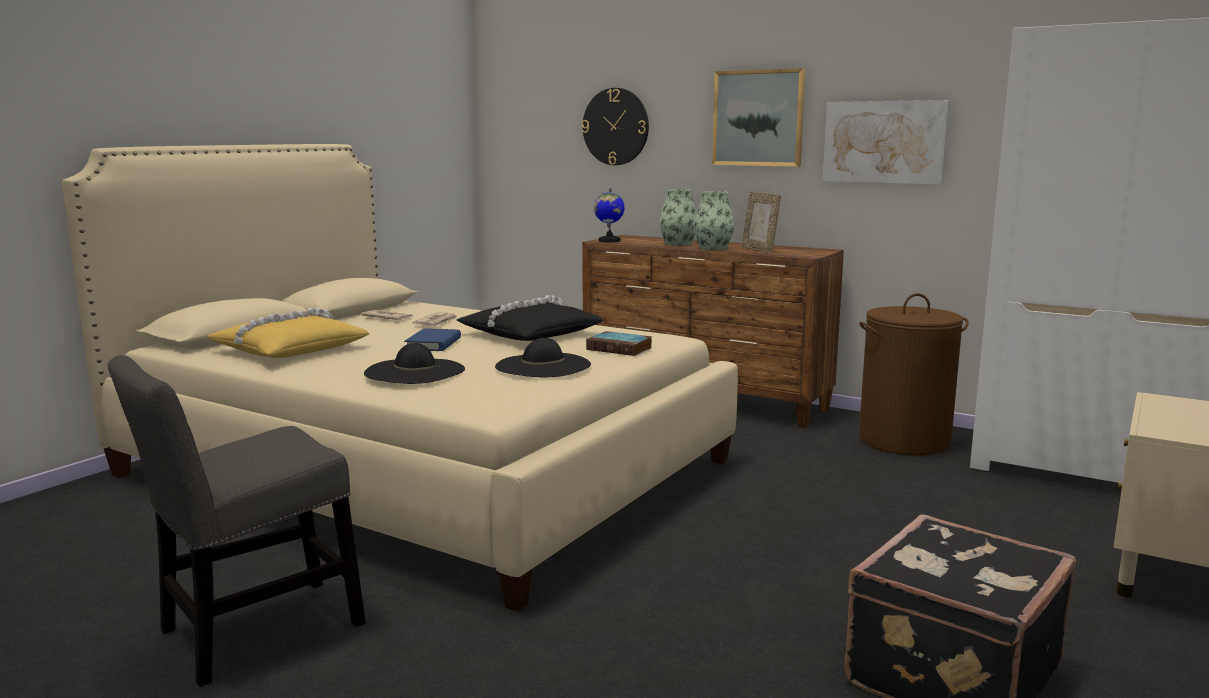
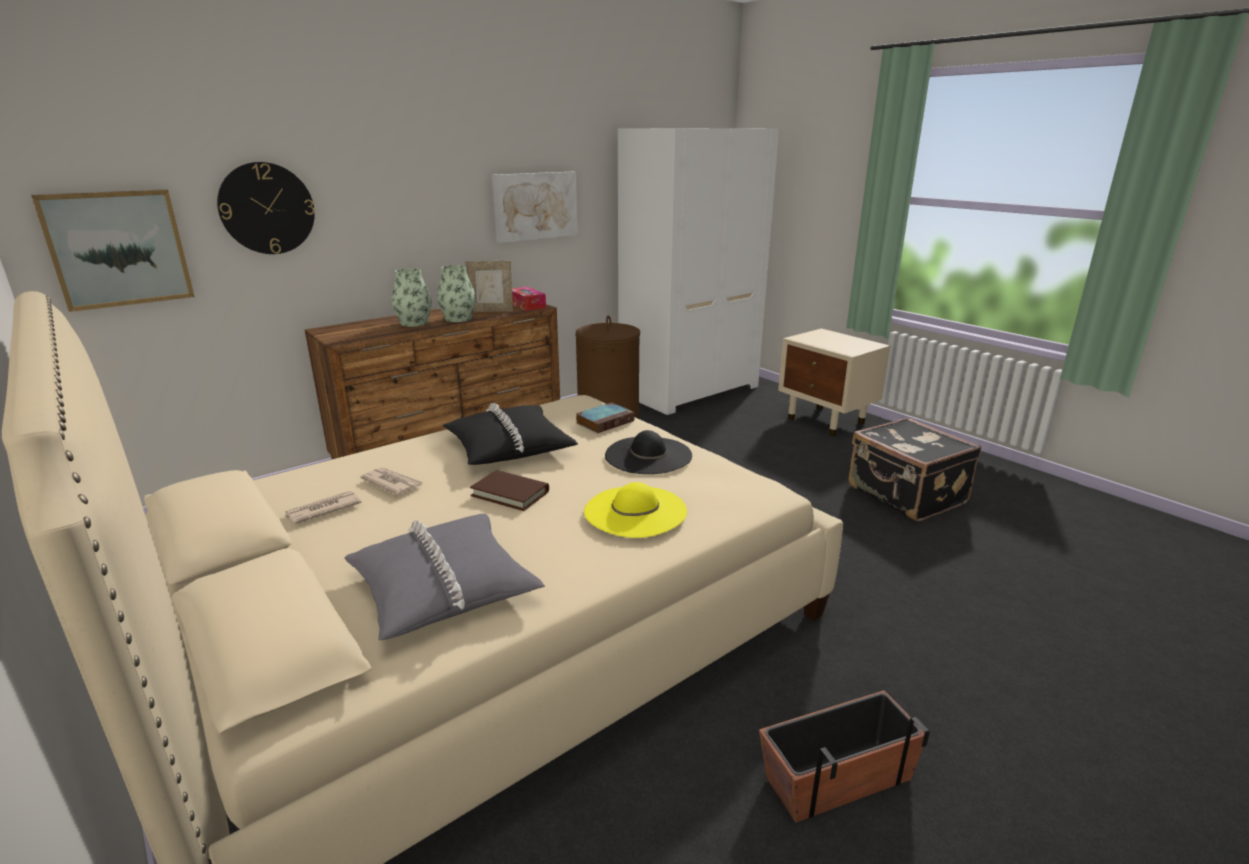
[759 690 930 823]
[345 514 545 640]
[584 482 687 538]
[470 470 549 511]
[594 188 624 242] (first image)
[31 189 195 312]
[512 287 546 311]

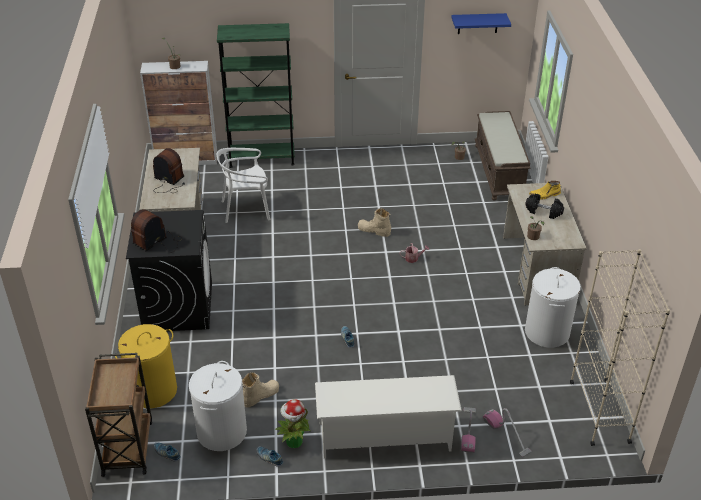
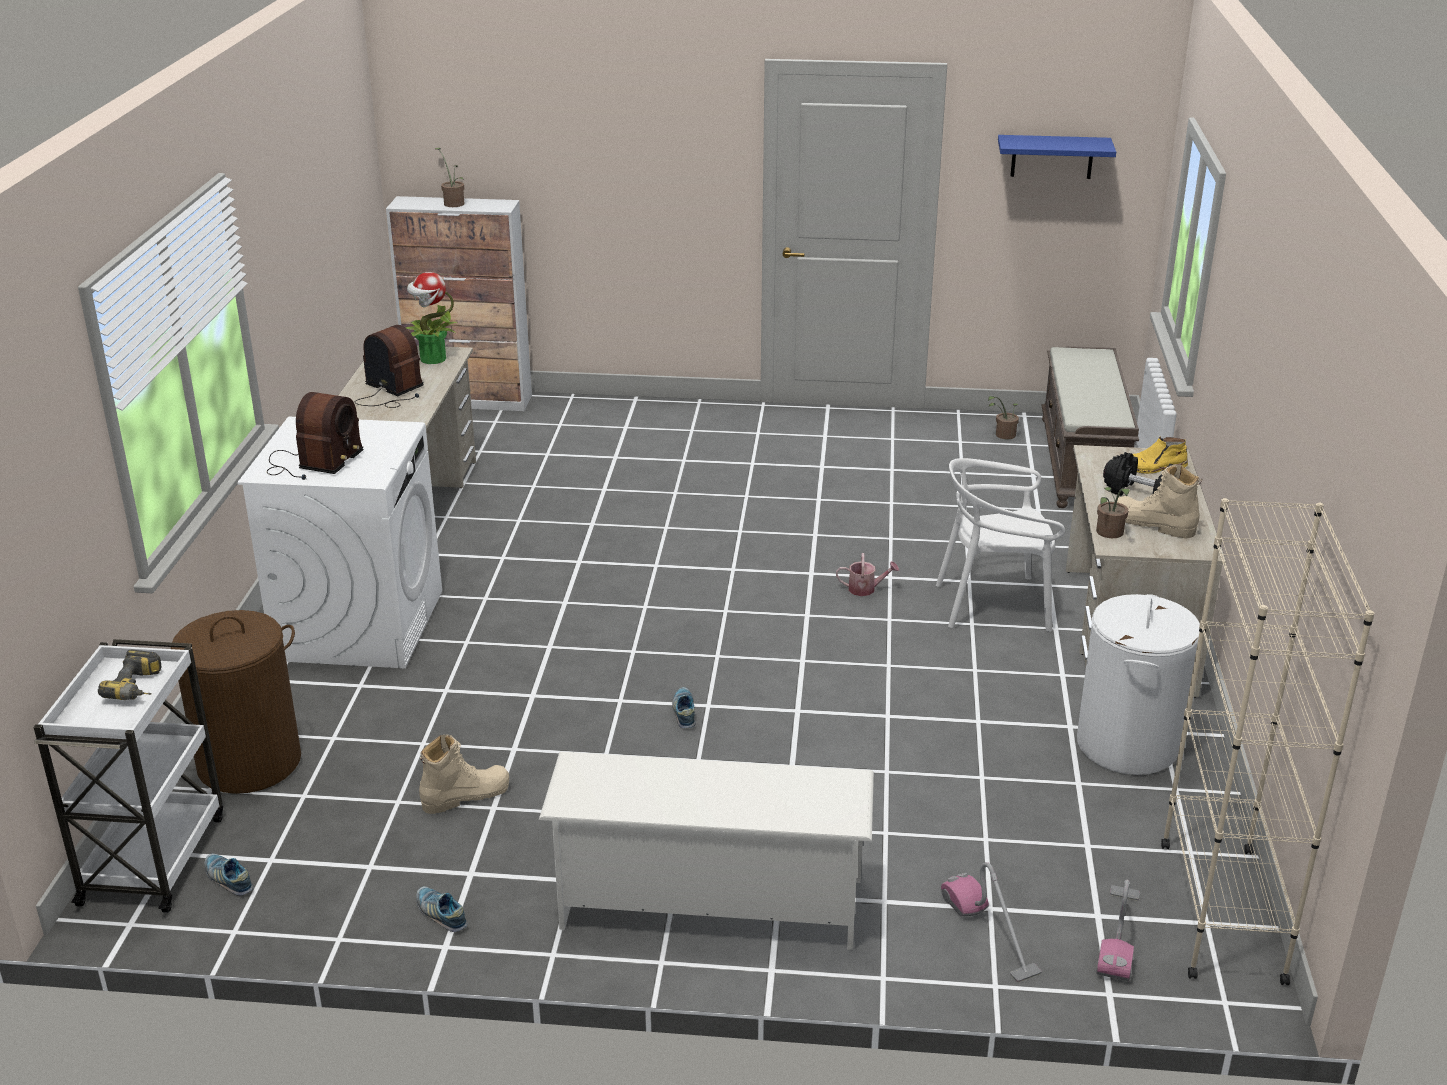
[33 639 223 913]
[171 610 301 794]
[237 416 442 668]
[267 392 364 480]
[189 361 247 451] (first image)
[217 23 295 168] (first image)
[936 458 1065 632]
[405 272 458 364]
[1117 465 1202 539]
[1096 880 1140 981]
[98 650 162 700]

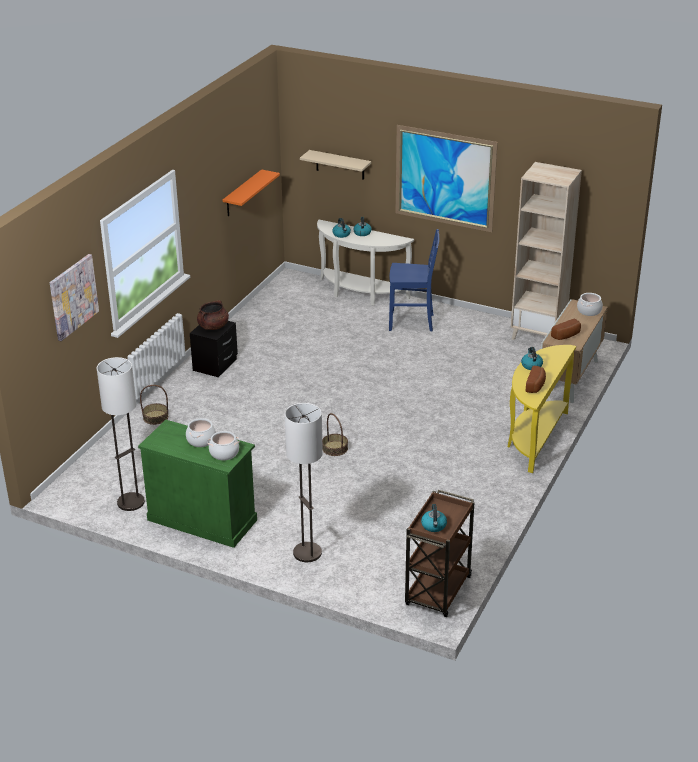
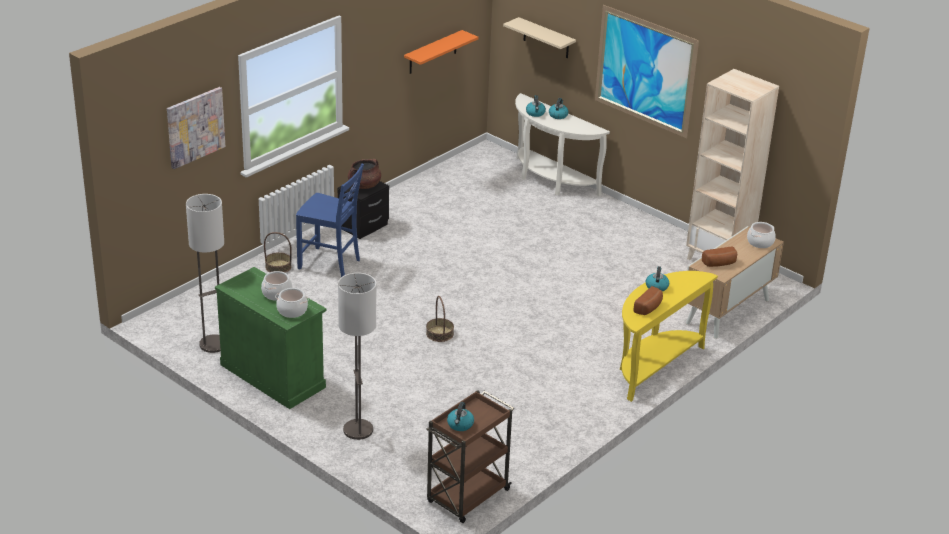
[296 164 364 277]

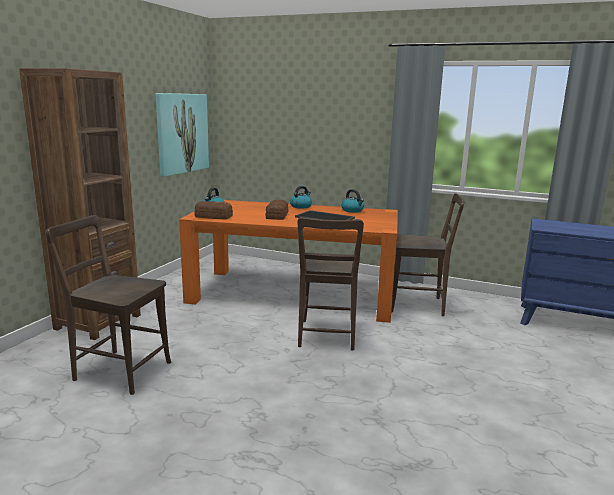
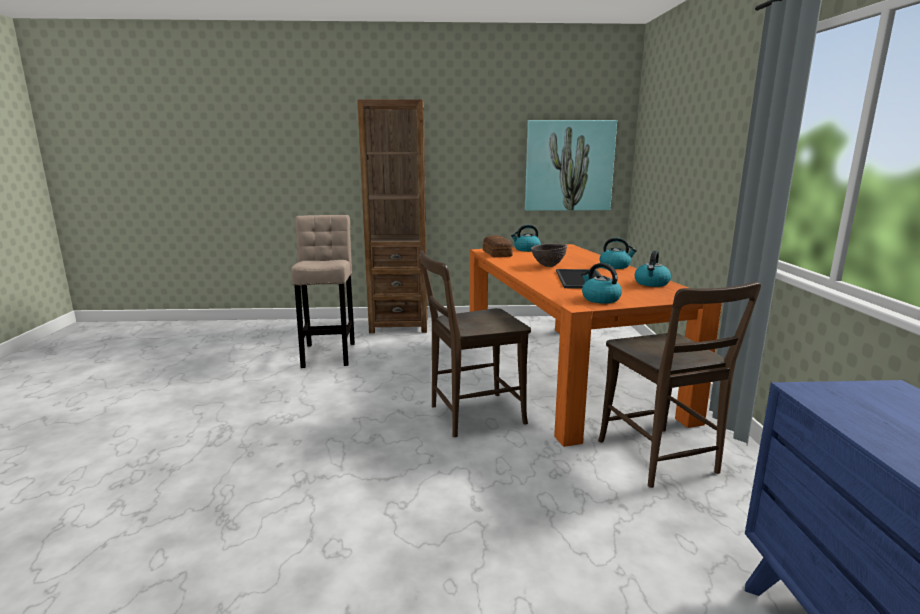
[291 215 355 368]
[531 244 567 267]
[581 263 622 304]

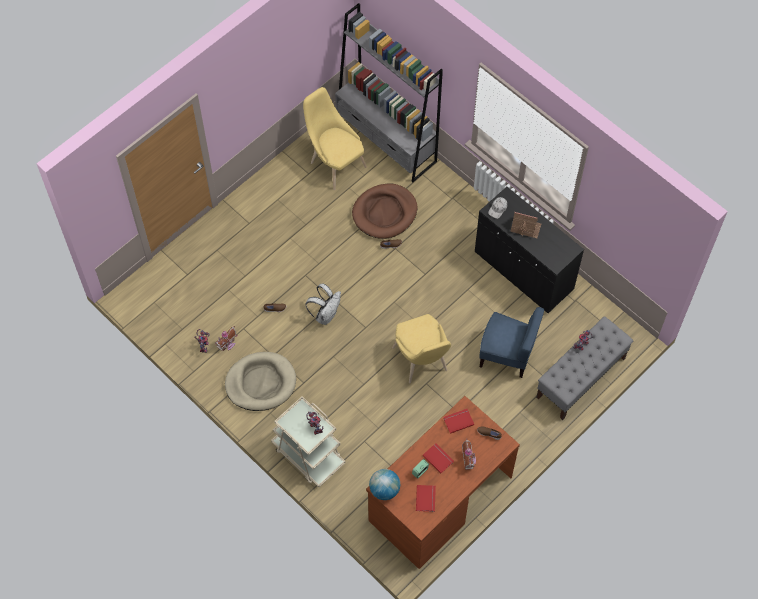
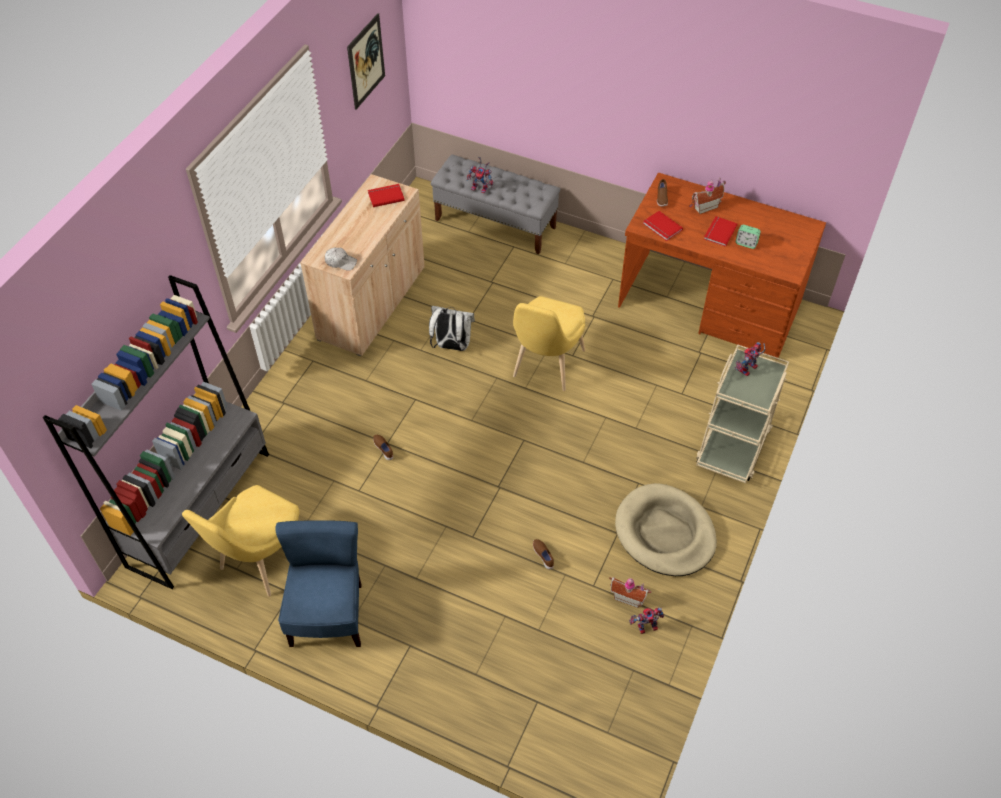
[429 306 475 351]
[352 184 417 239] (first image)
[369 469 400 500] (first image)
[513 296 585 391]
[368 184 405 207]
[300 174 425 356]
[275 520 362 647]
[510 212 541 238] (first image)
[347 13 385 110]

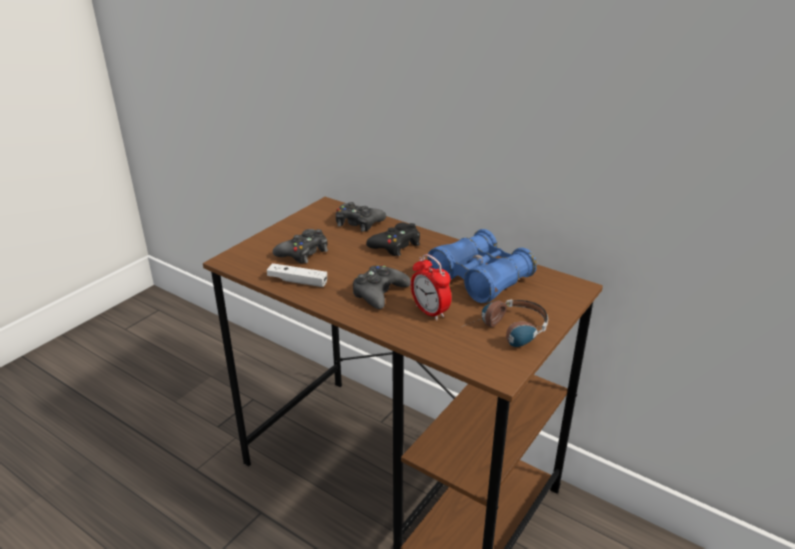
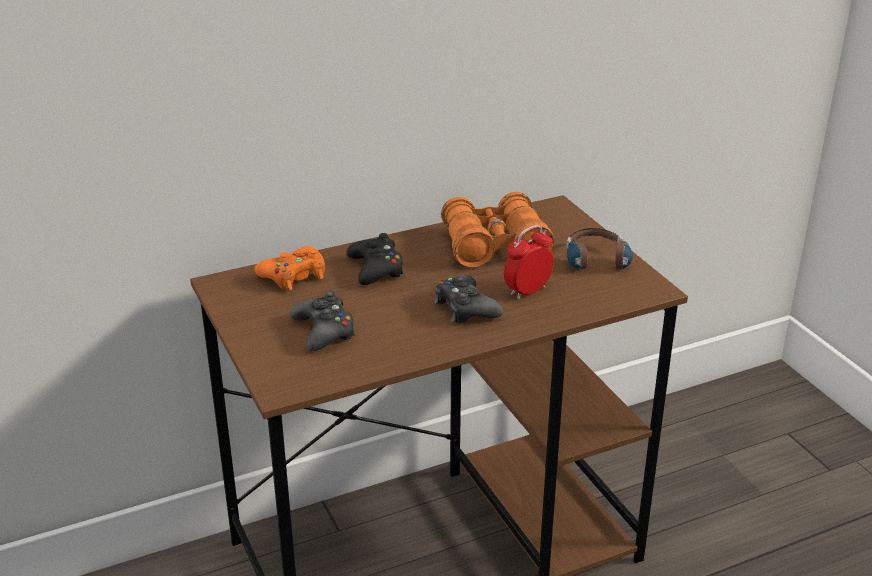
[267 263 327 287] (first image)
[254 246 325 290]
[504 225 554 299]
[441 192 554 268]

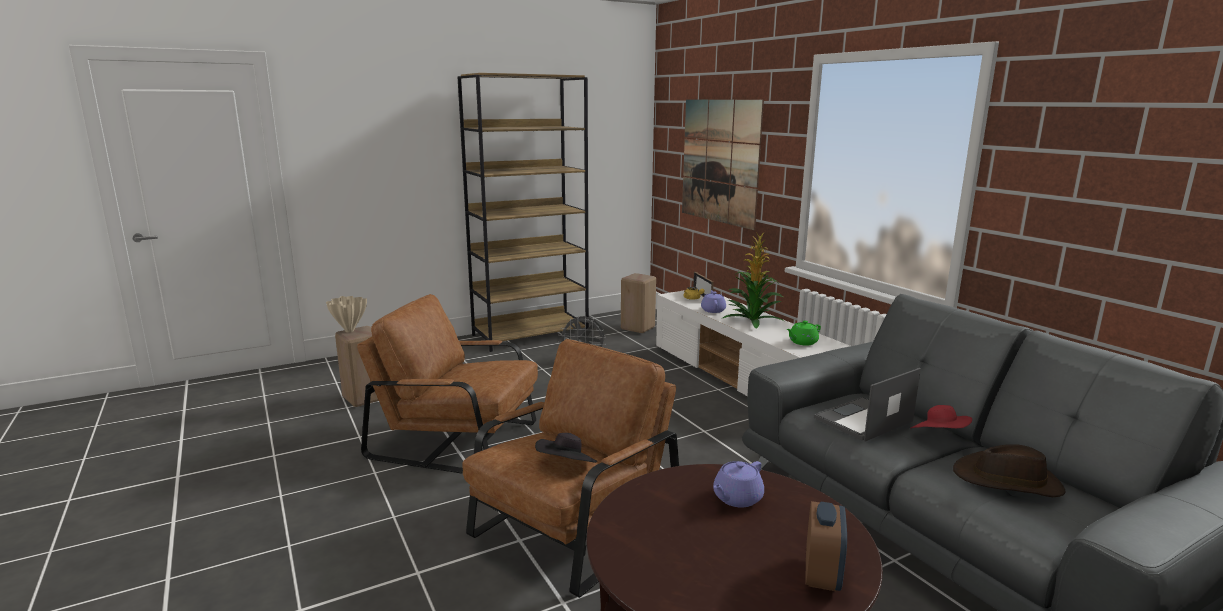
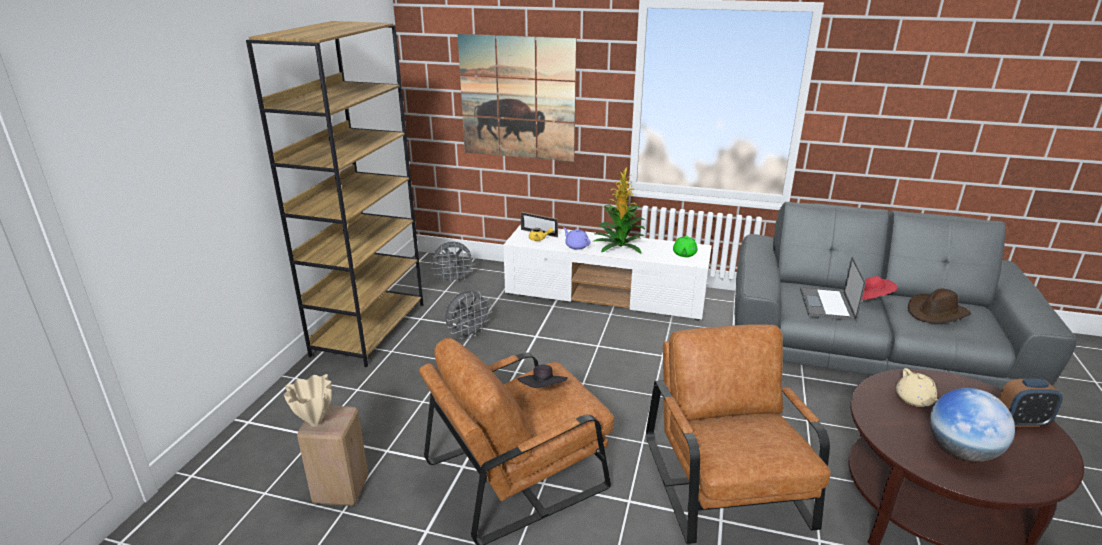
[518 365 568 388]
[430 242 475 282]
[896 368 938 407]
[999 378 1063 427]
[930 388 1015 462]

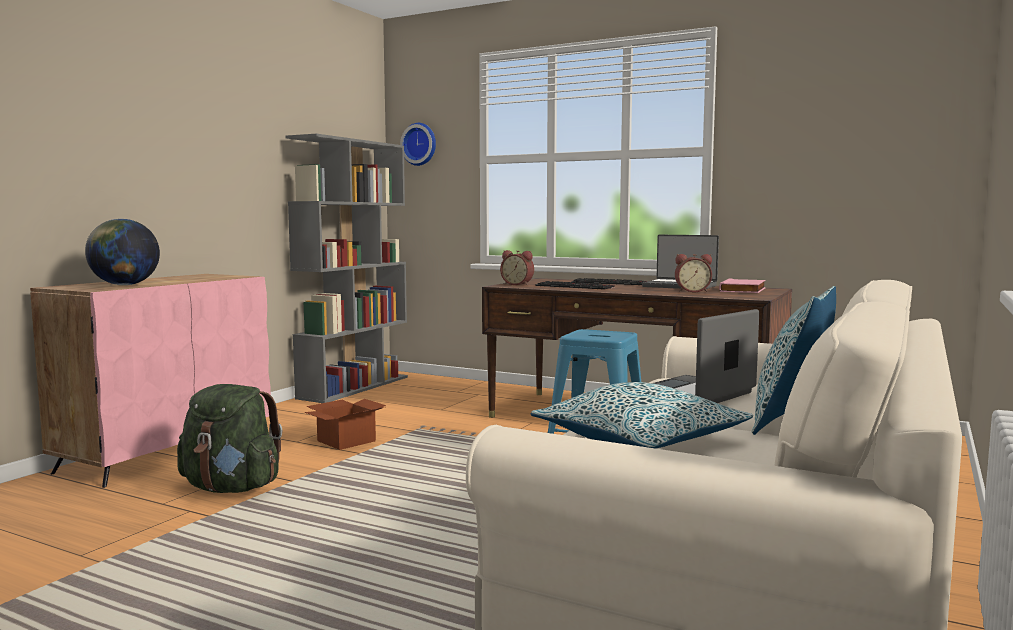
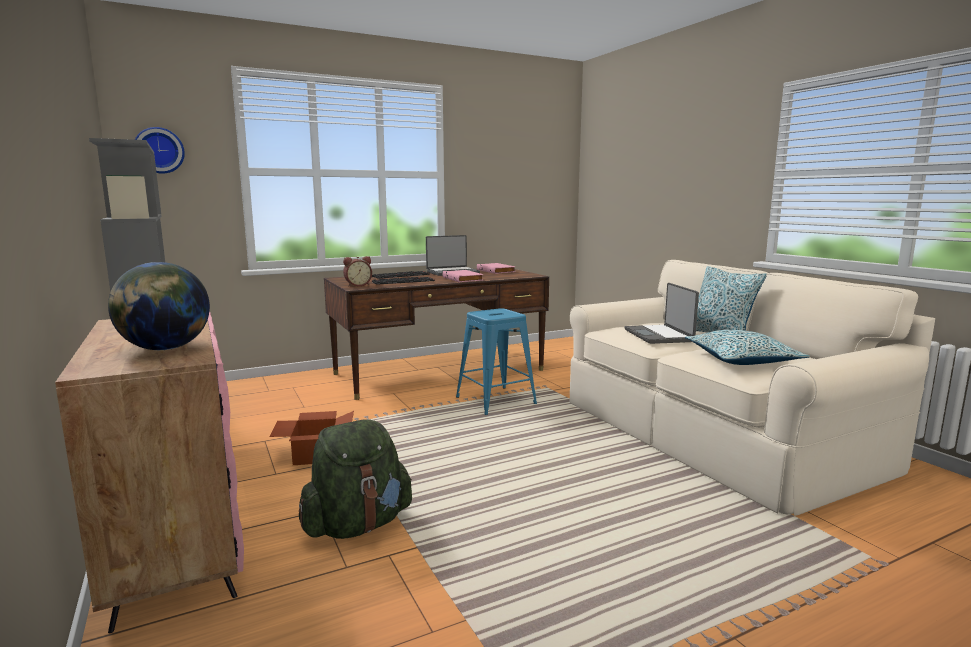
[675 254 712 292] (first image)
[443 270 483 282]

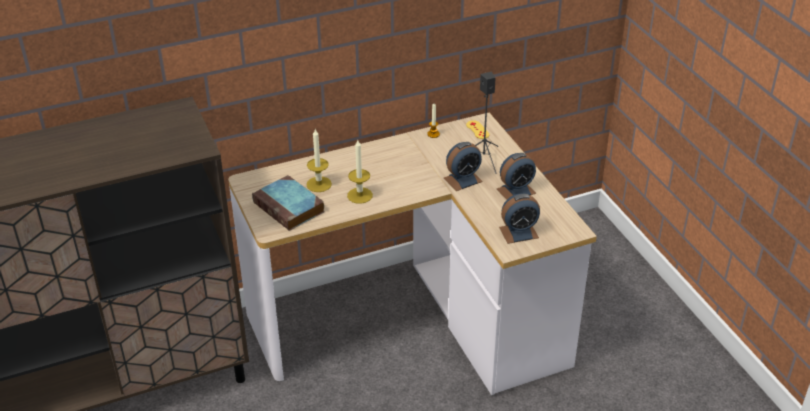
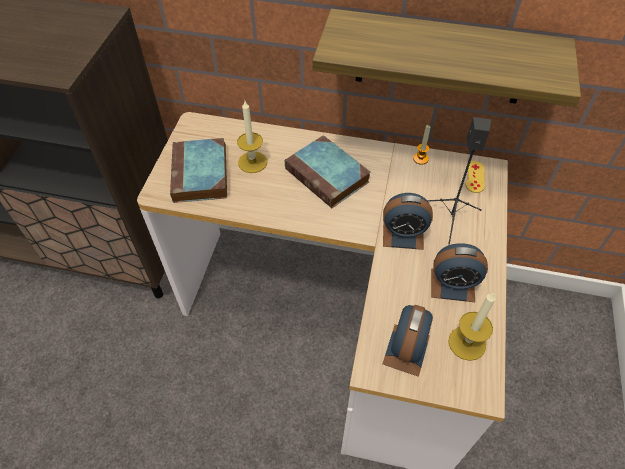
[448 293 496 361]
[383 305 433 377]
[285 135 370 208]
[312 9 581 107]

